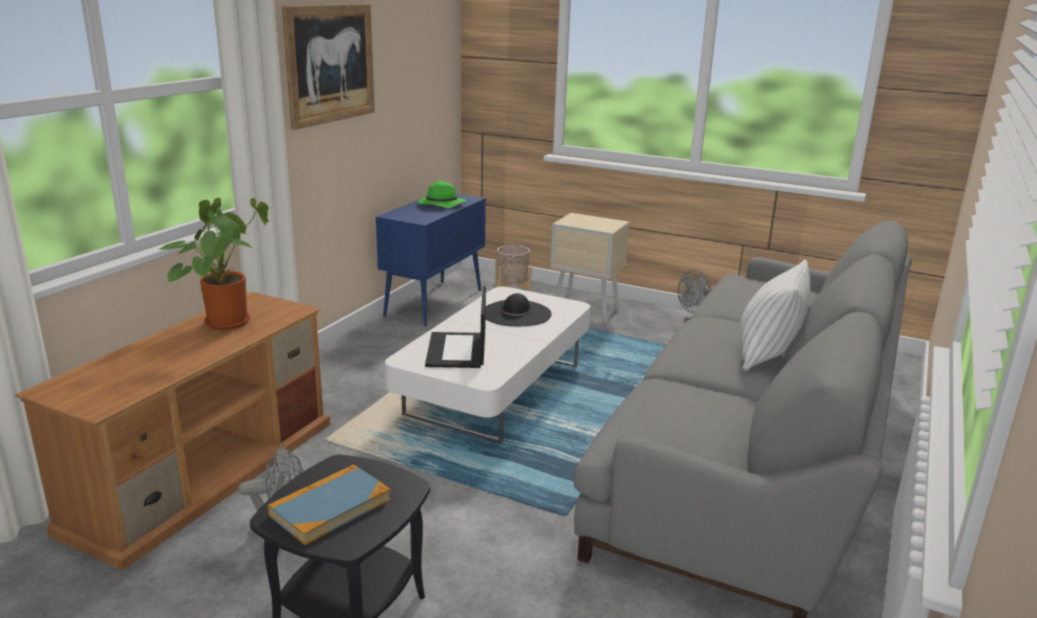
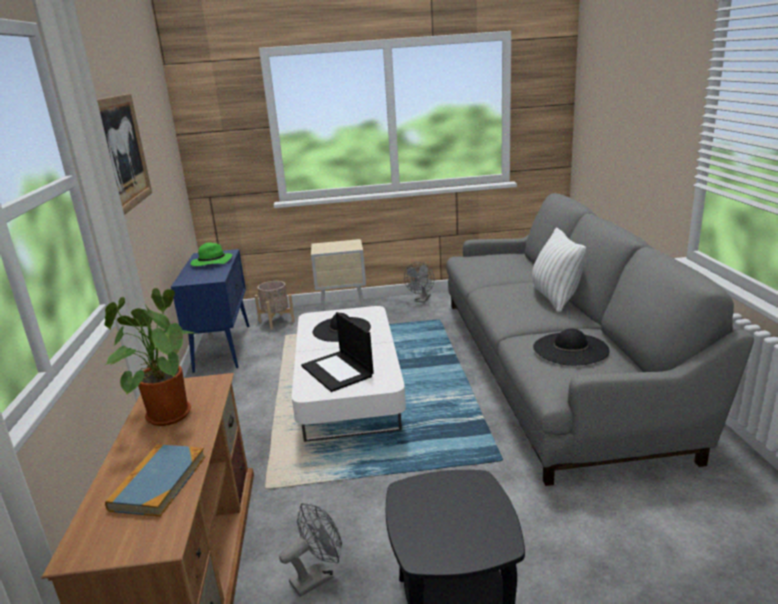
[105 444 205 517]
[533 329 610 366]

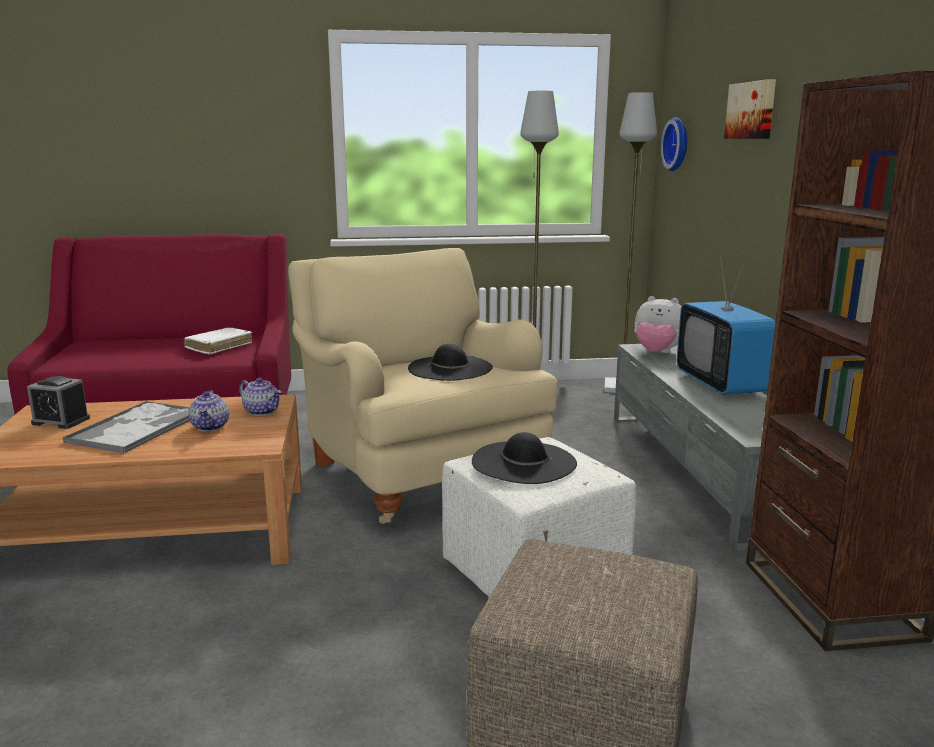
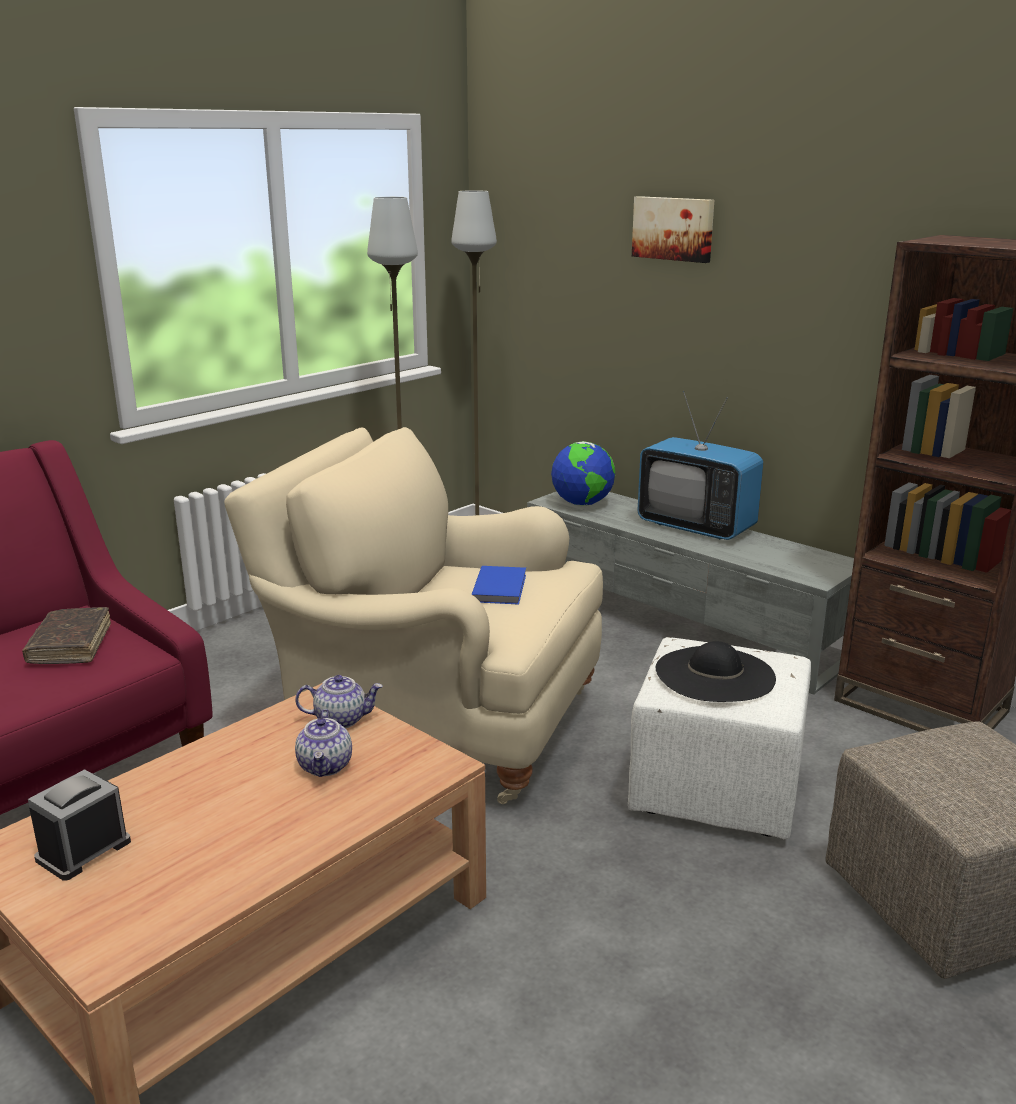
[28 769 131 881]
[63 401 190 454] (first image)
[22 607 111 664]
[295 709 352 777]
[472 566 526 605]
[551 441 615 506]
[661 117 687 171] (first image)

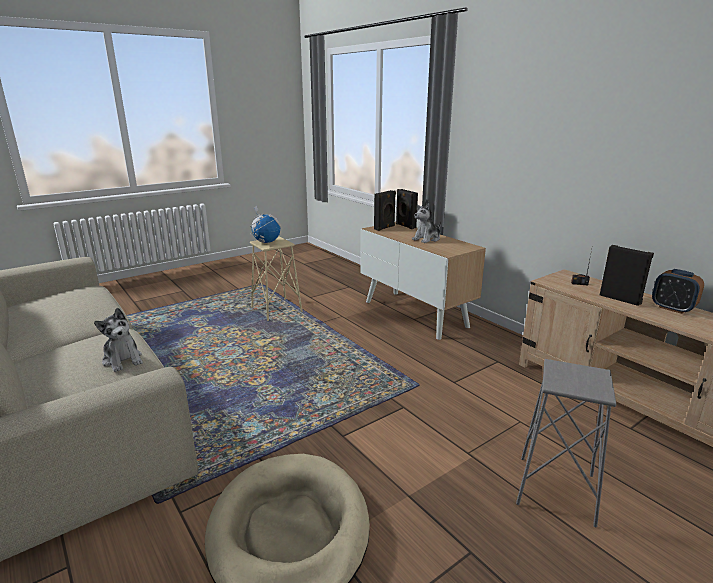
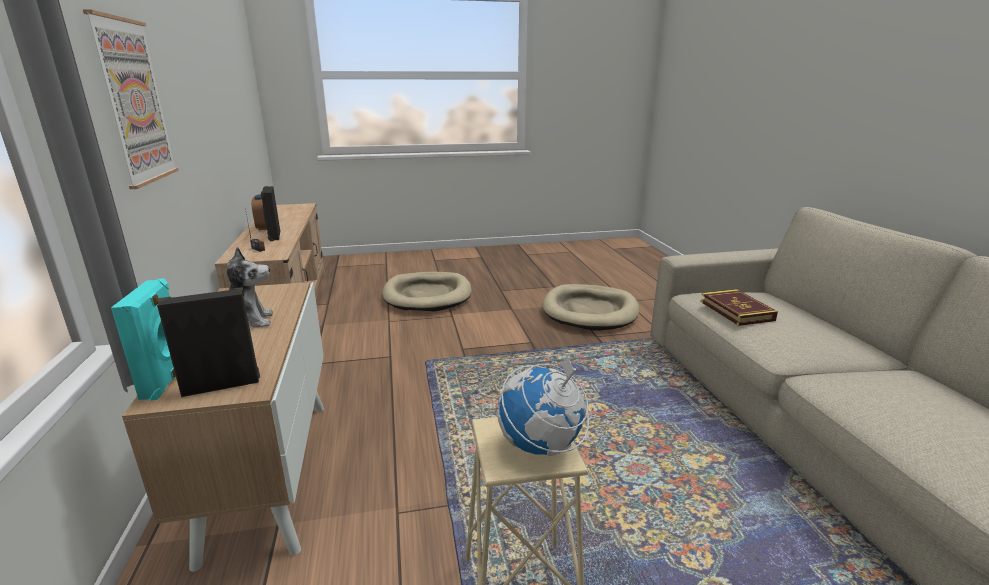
[701 289 778 326]
[111 279 176 400]
[382 272 472 311]
[83 9 179 189]

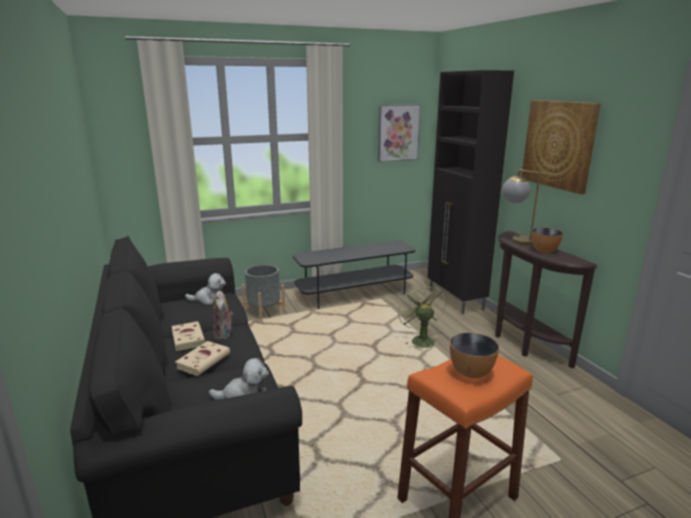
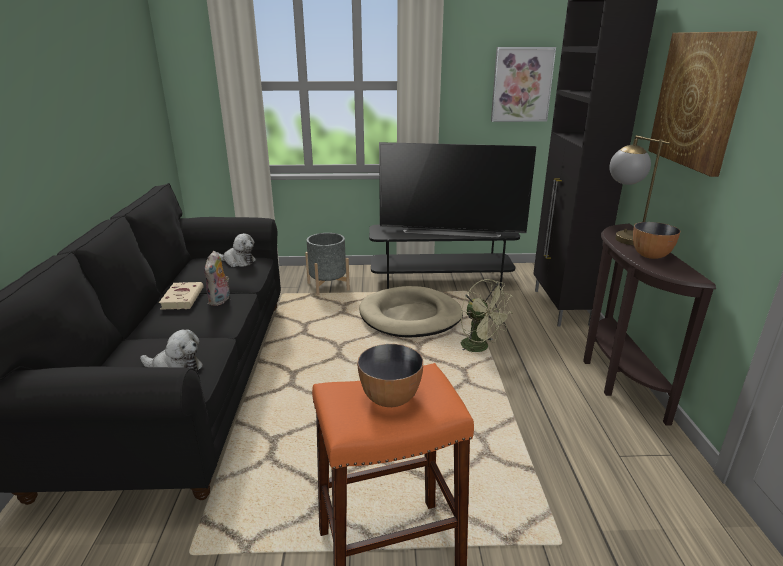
[175 341 230 376] (first image)
[460 279 513 353]
[359 286 463 338]
[379 142 536 237]

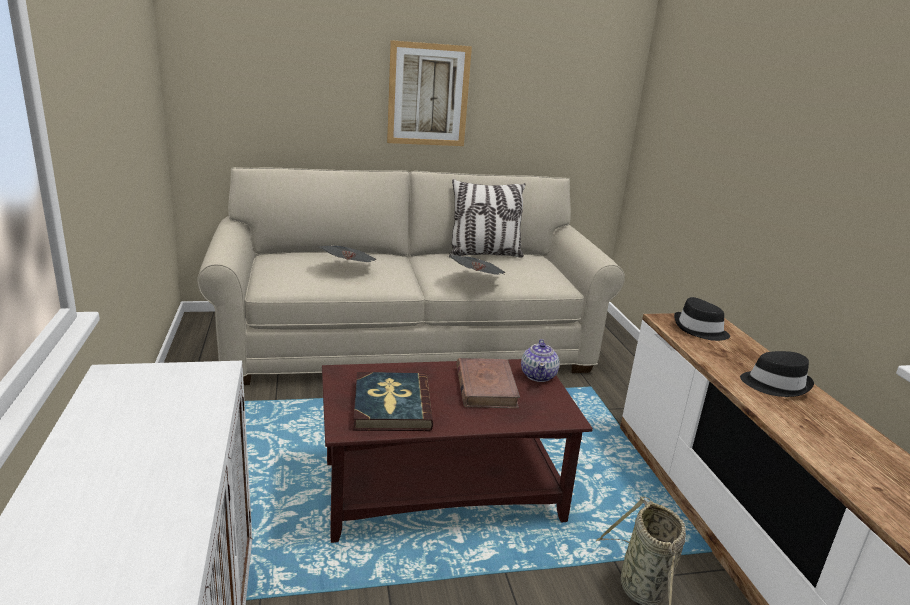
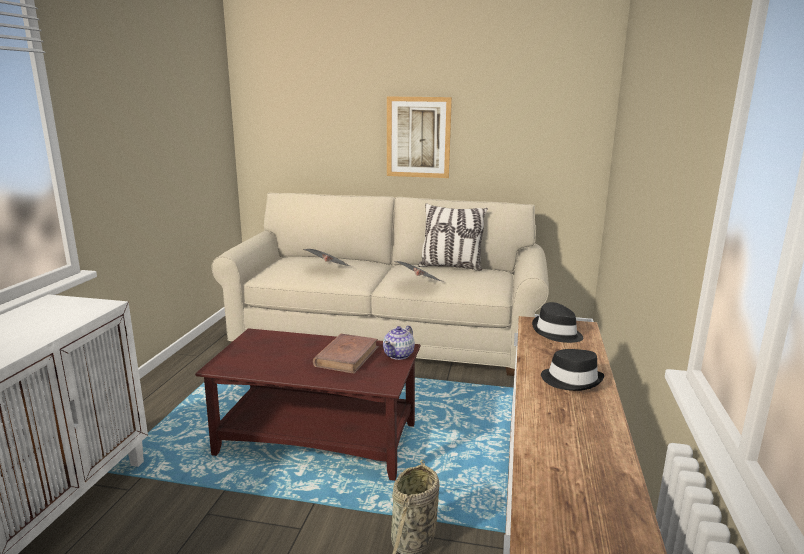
[353 372 433 431] (first image)

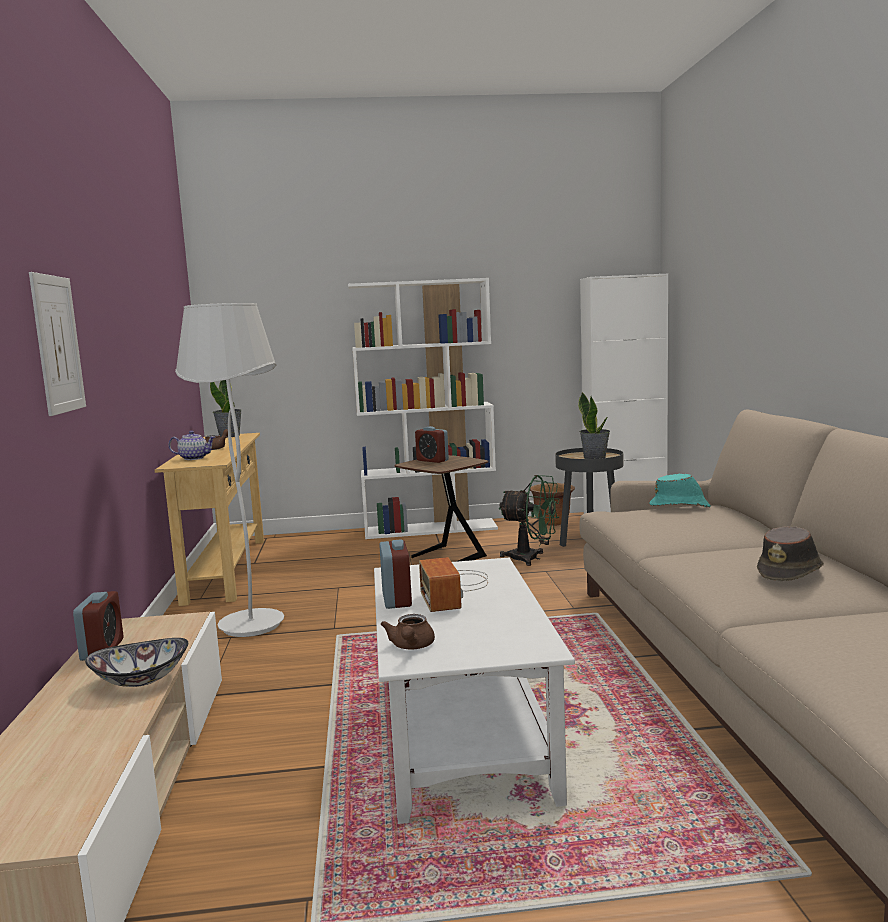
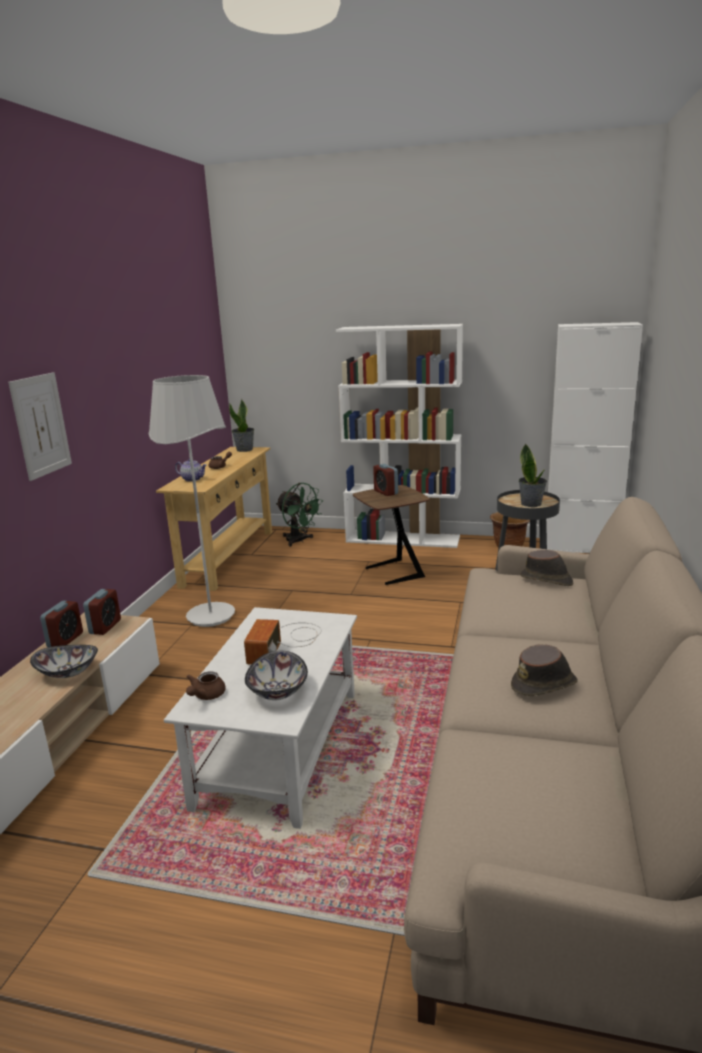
[83 589 121 635]
[276 483 323 547]
[520 550 573 586]
[245 651 308 700]

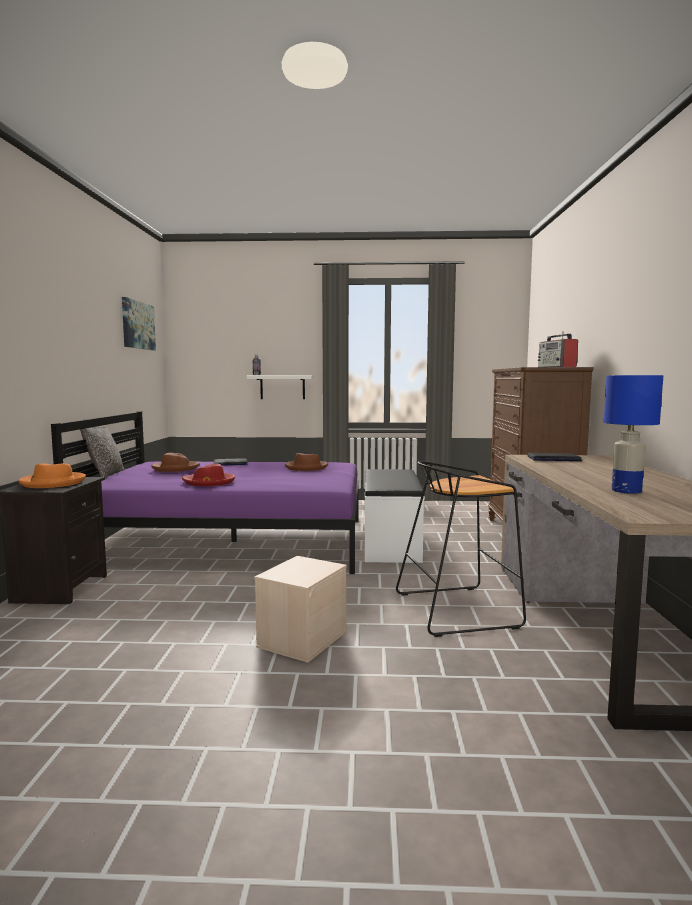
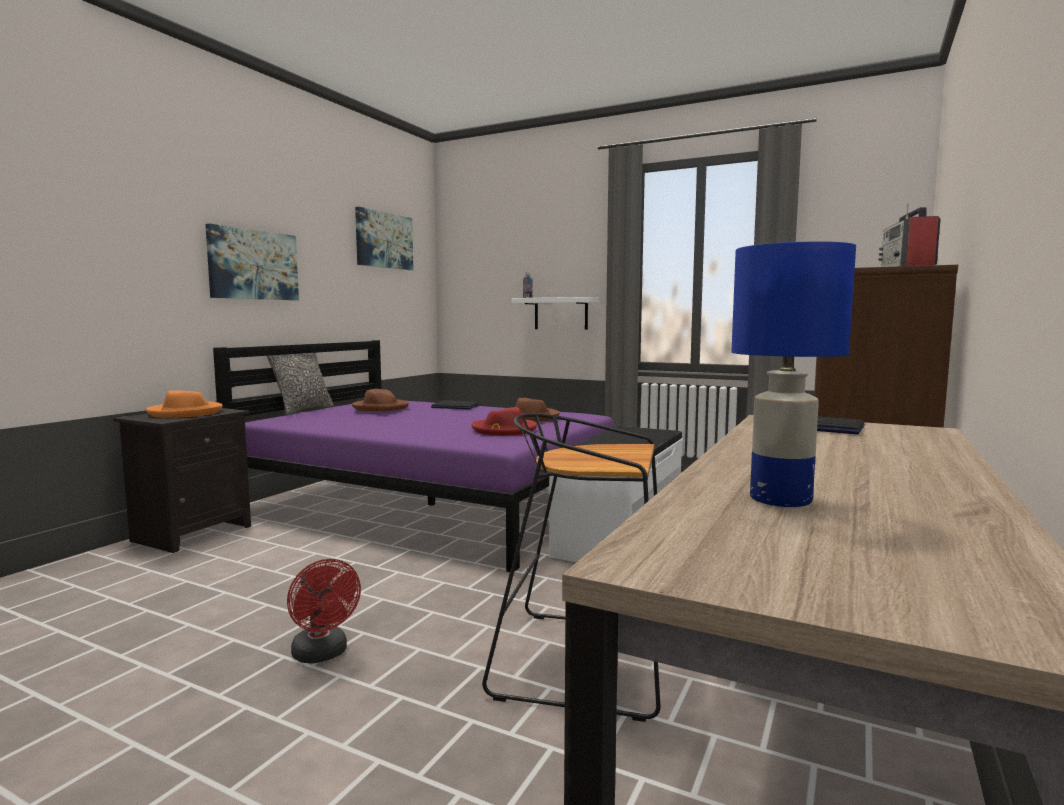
[472 407 537 436]
[287 559 361 663]
[205 224 299 300]

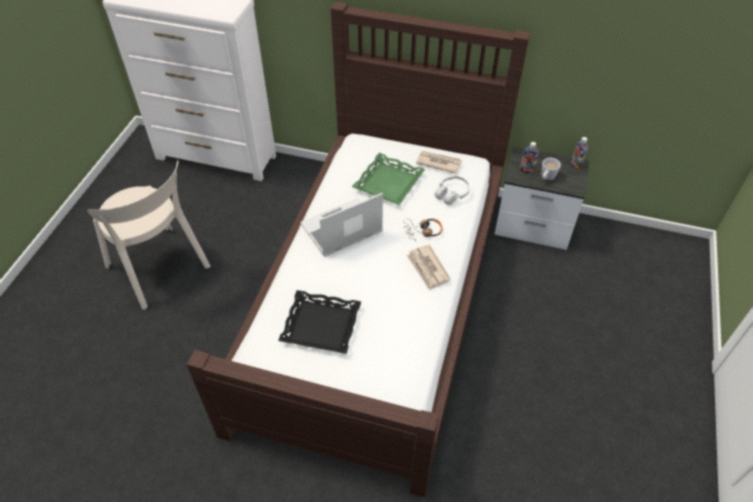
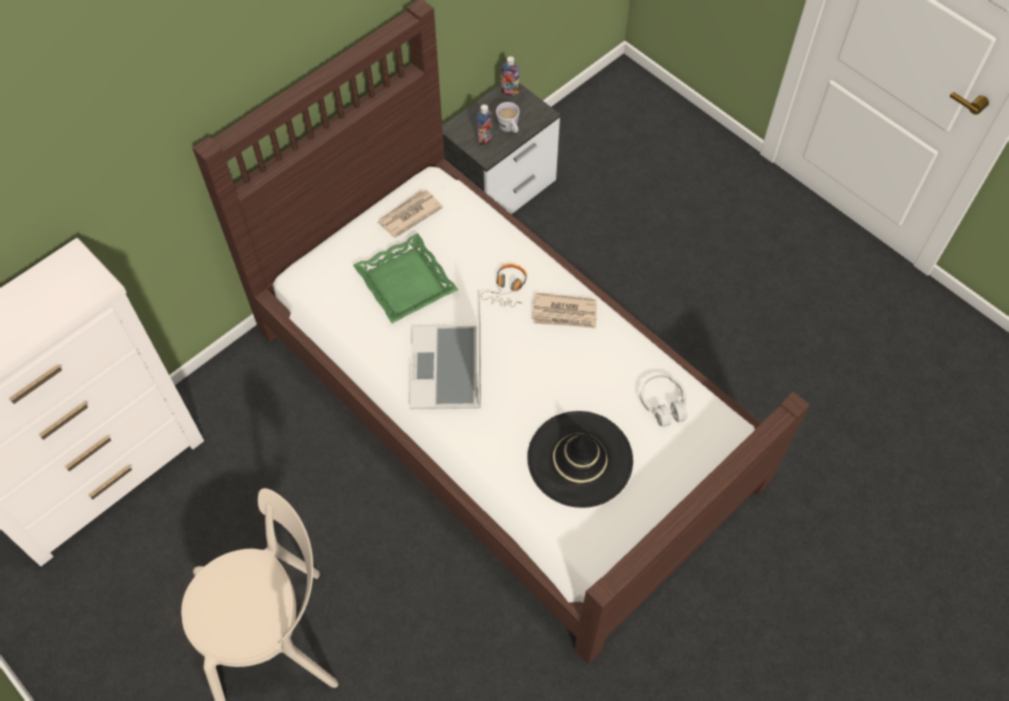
[527 411 633 508]
[640 374 687 427]

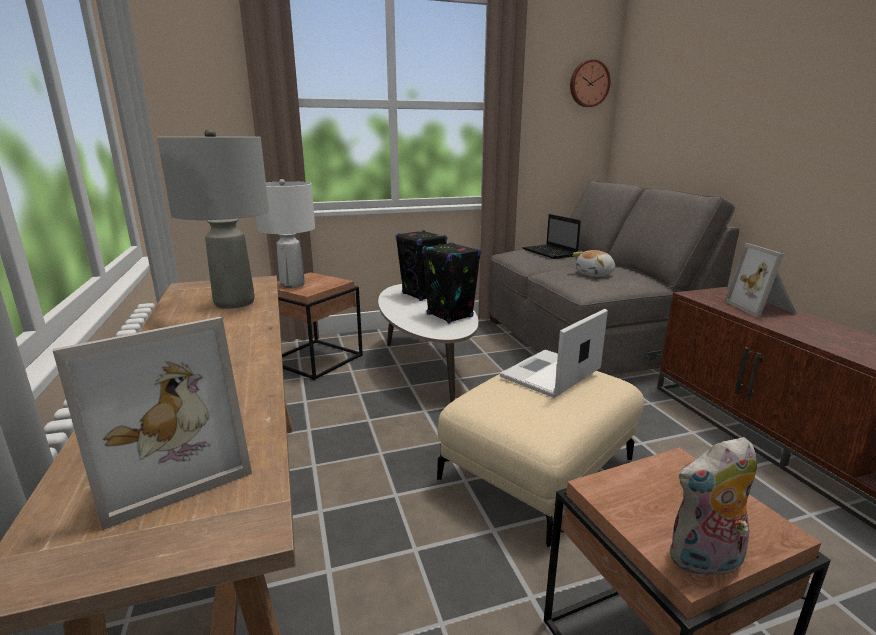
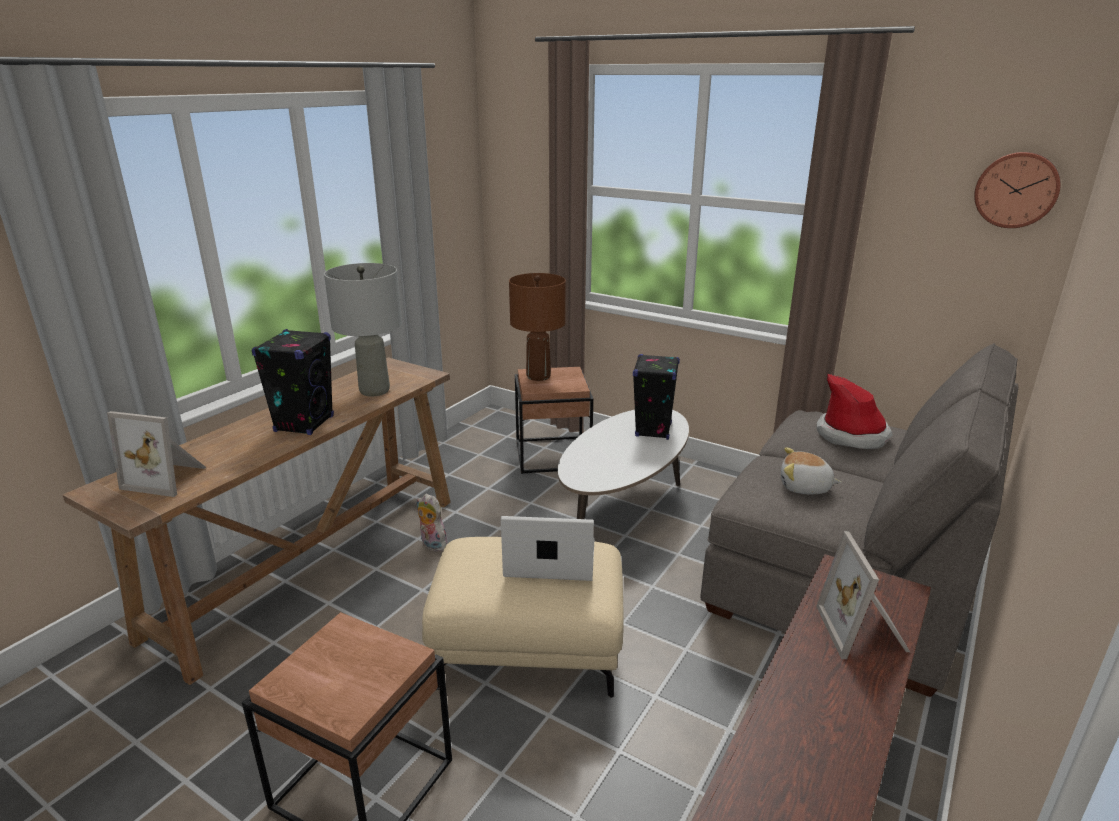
[509 273 566 381]
[252 329 334 435]
[817 374 893 449]
[416 494 448 552]
[816 531 910 659]

